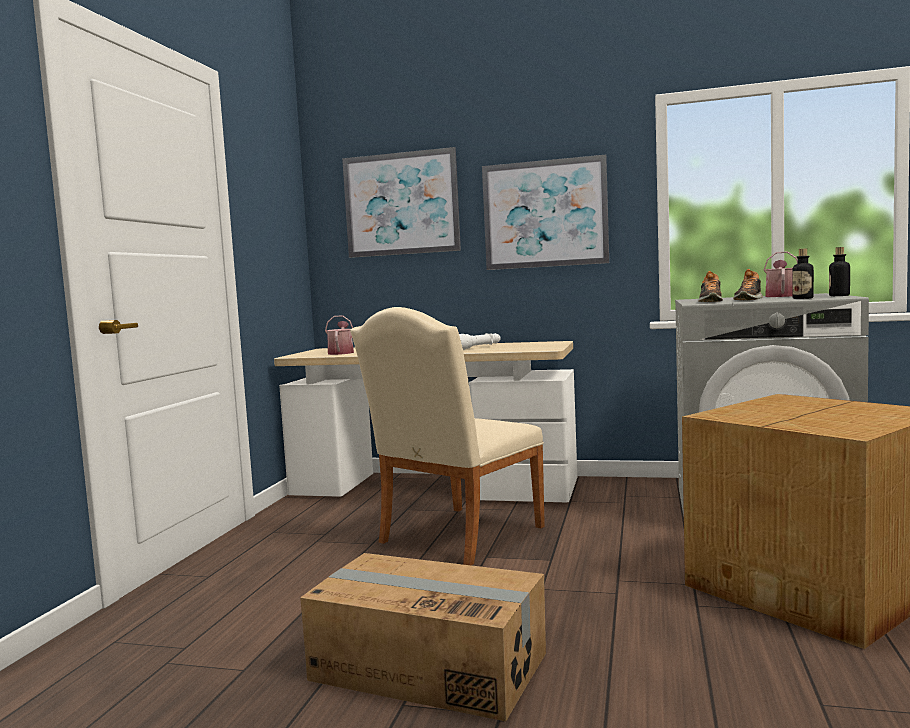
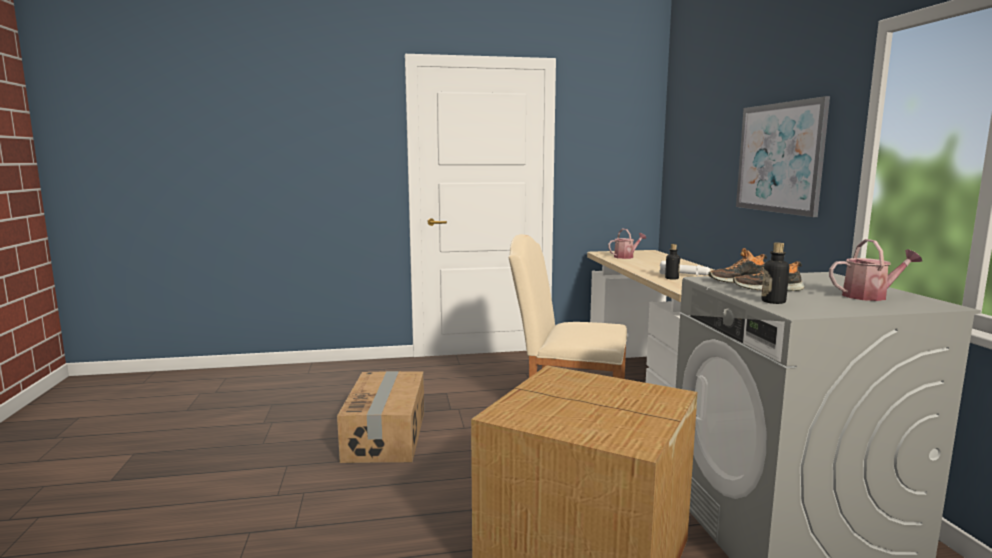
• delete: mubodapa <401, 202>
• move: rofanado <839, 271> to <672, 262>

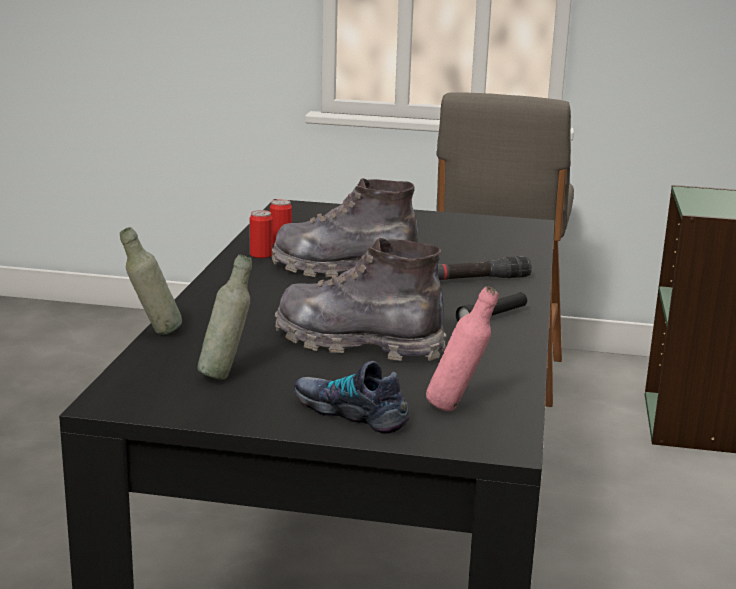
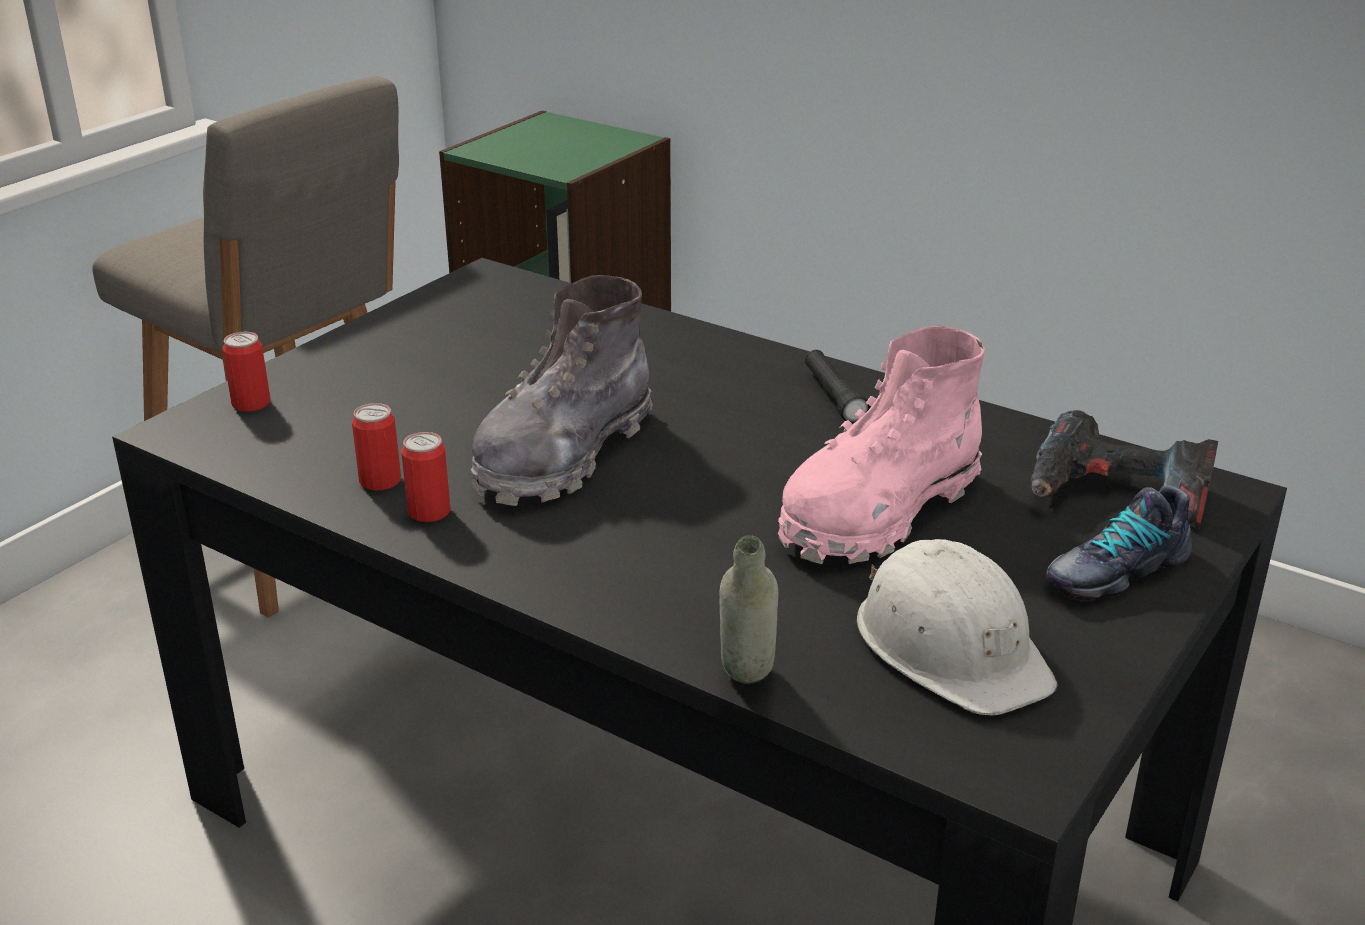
• replace: rofanado (grey) <225, 317> to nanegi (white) <957, 627>
• recolor: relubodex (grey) <360, 299> to relubodex (pink) <881, 444>
• replace: rofanado (pink) <462, 348> to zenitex <1124, 469>
• delete: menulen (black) <485, 268>
• insert: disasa <246, 372>

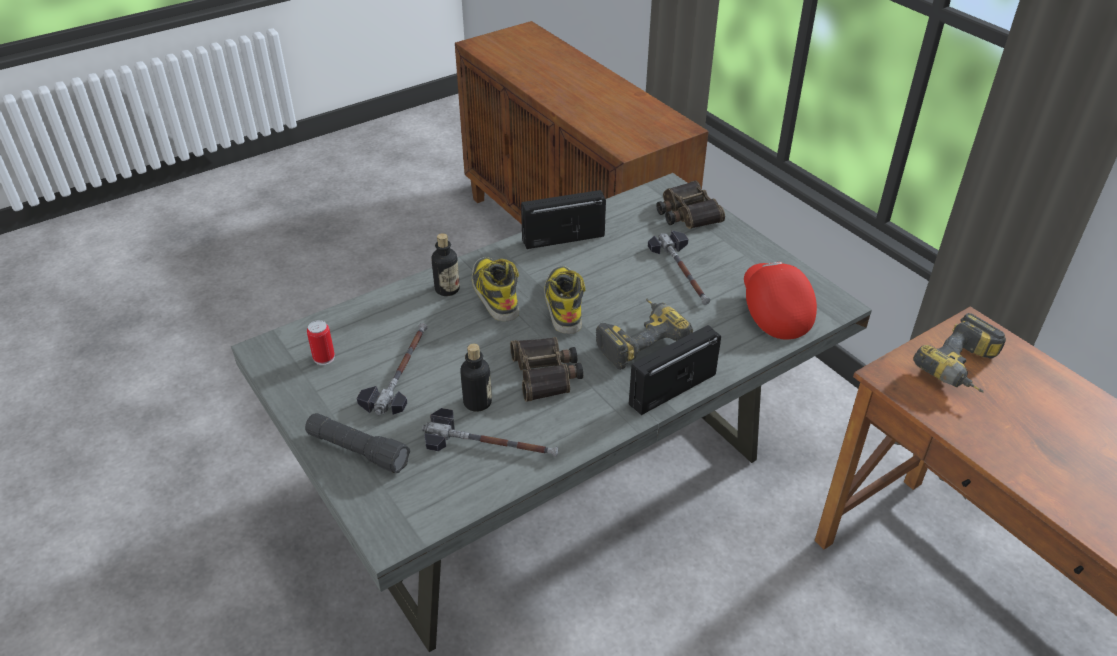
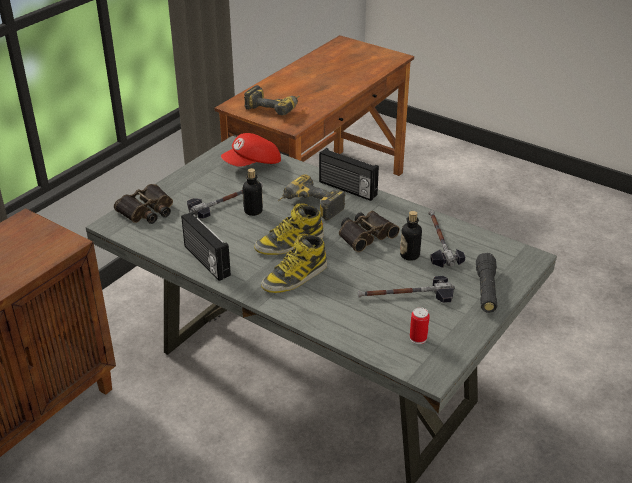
• move: rofanado <445, 264> to <252, 192>

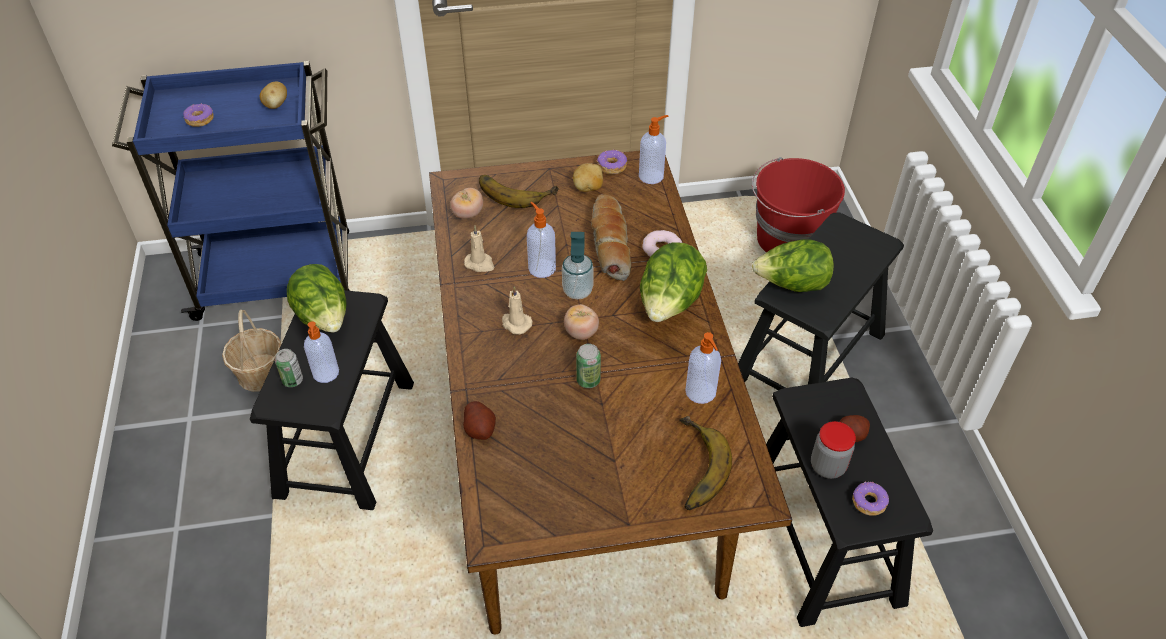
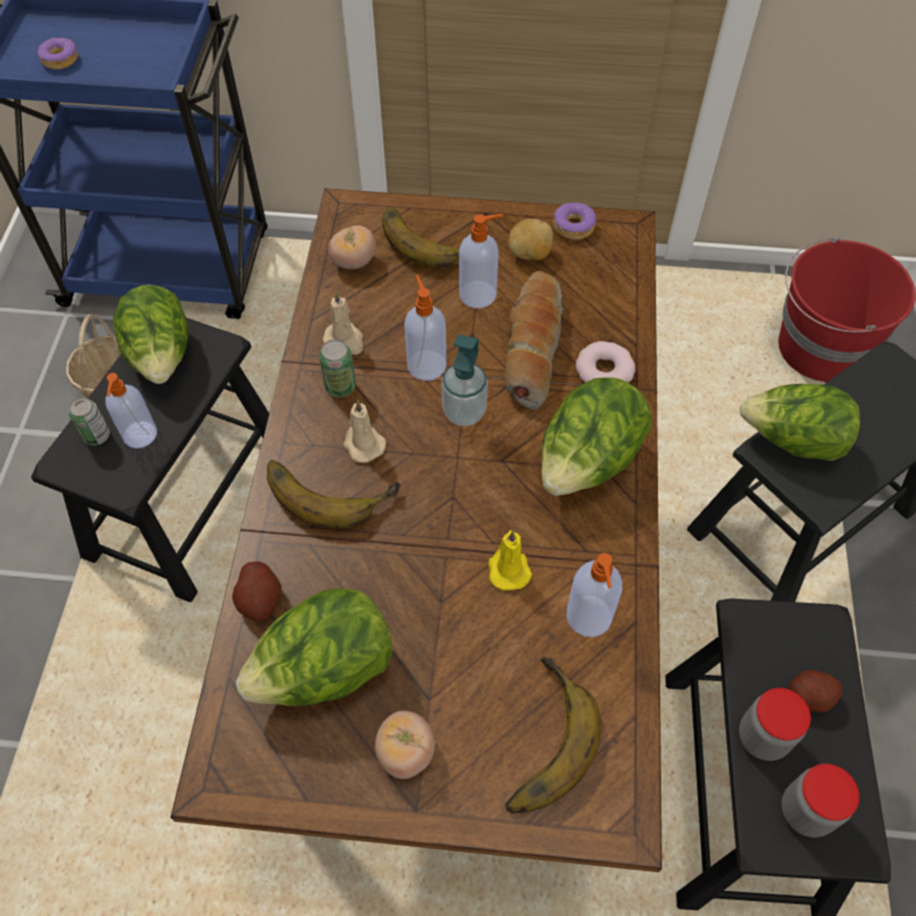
• delete: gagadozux <273, 95>
• move: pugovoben <581, 322> to <405, 745>
• move: disasa <588, 366> to <337, 368>
• move: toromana <653, 149> to <481, 261>
• replace: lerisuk <870, 499> to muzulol <821, 801>
• insert: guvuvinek <314, 647>
• insert: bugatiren <334, 494>
• insert: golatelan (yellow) <510, 560>

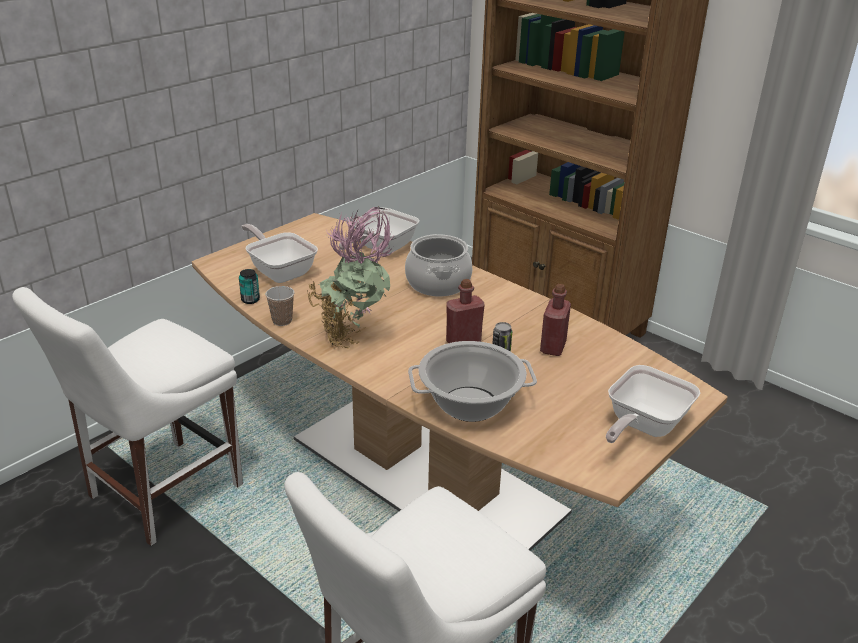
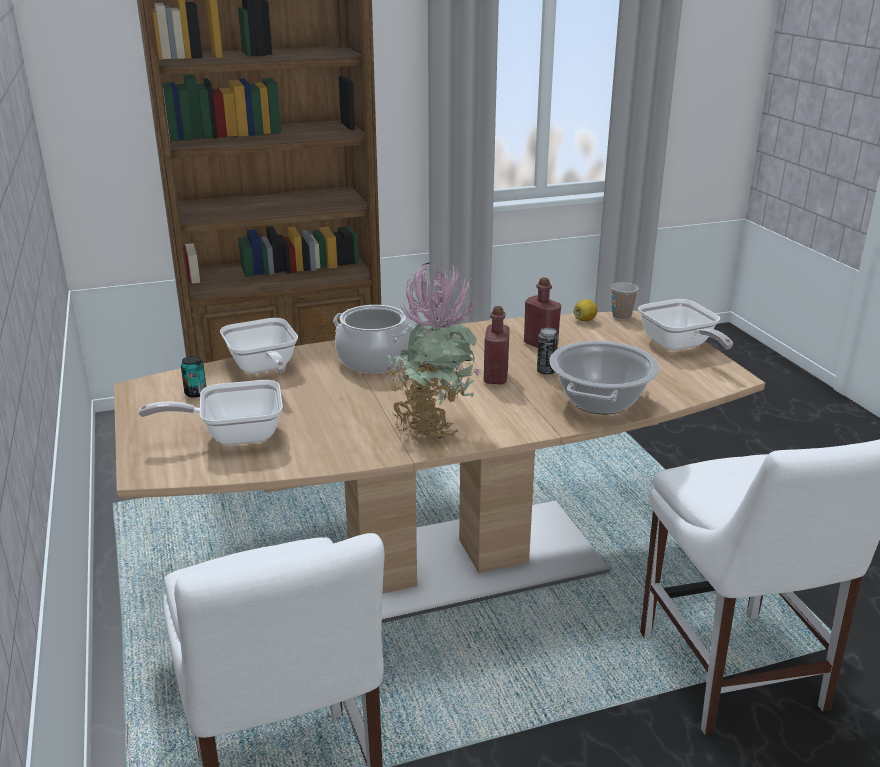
• move: disasa <249, 286> to <193, 377>
• move: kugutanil <280, 306> to <625, 301>
• insert: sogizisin <586, 310>

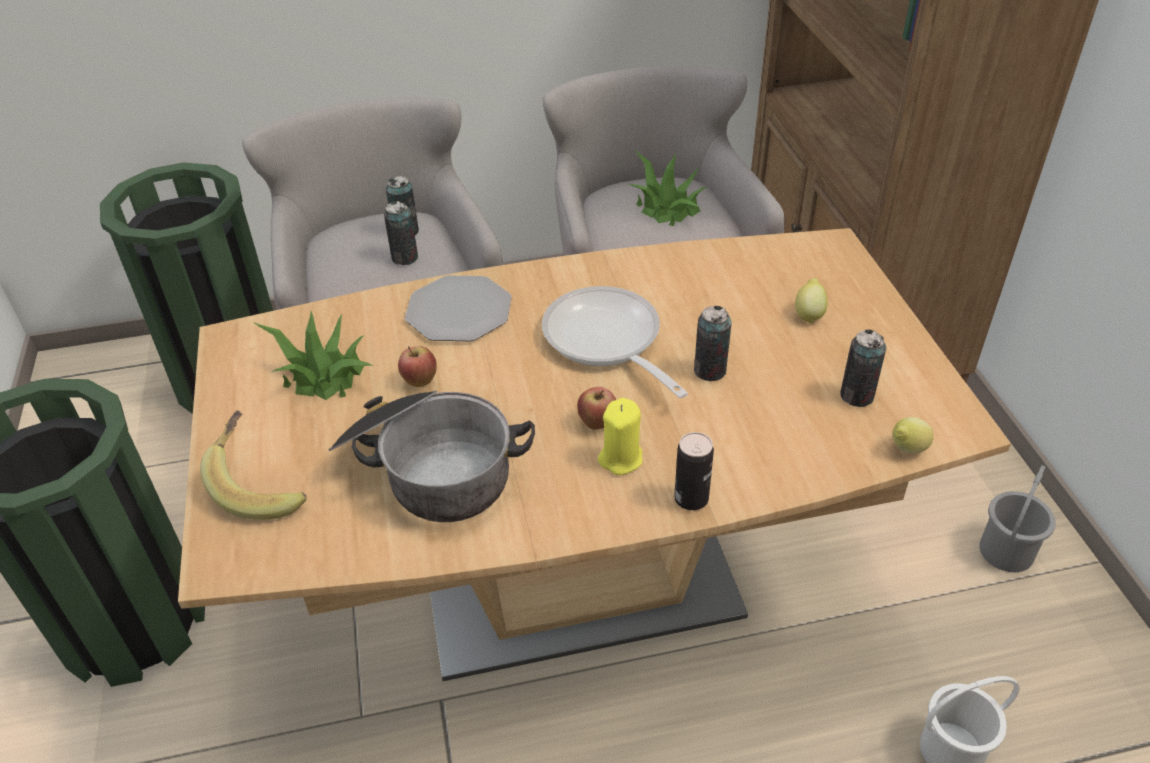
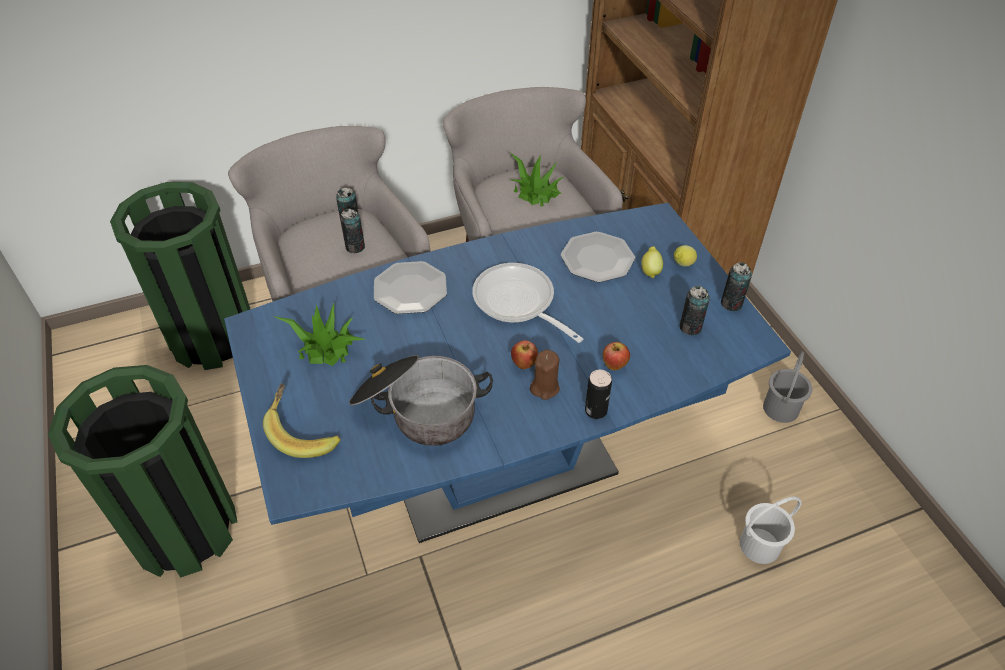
• recolor: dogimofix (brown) <594, 454> to dogimofix (blue) <507, 373>
• move: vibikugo <417, 366> to <616, 356>
• recolor: golatelan (yellow) <620, 436> to golatelan (brown) <545, 374>
• move: disasa <713, 343> to <736, 286>
• move: sogizisin <913, 435> to <685, 255>
• insert: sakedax <598, 257>

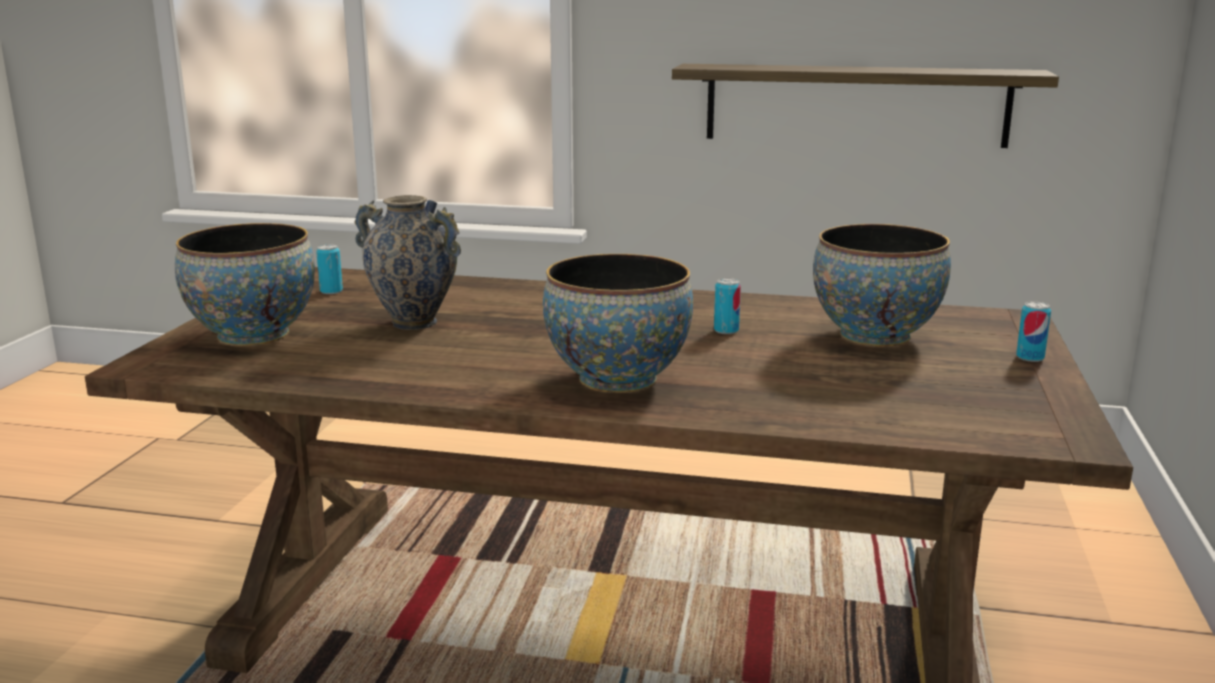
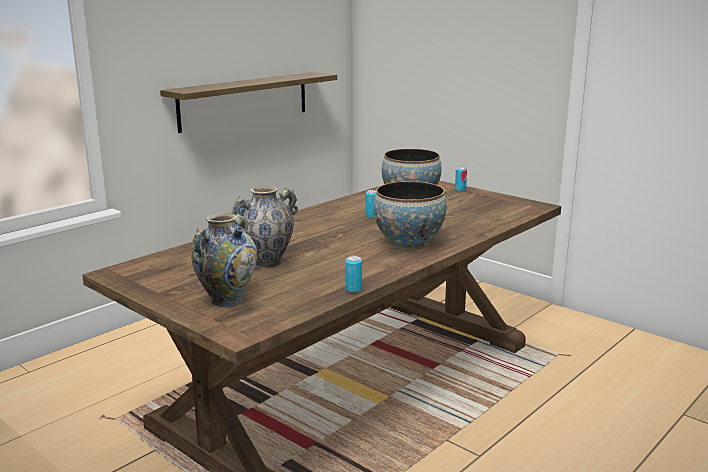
• replace: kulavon <245, 284> to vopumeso <224, 260>
• move: disasa <329, 269> to <353, 274>

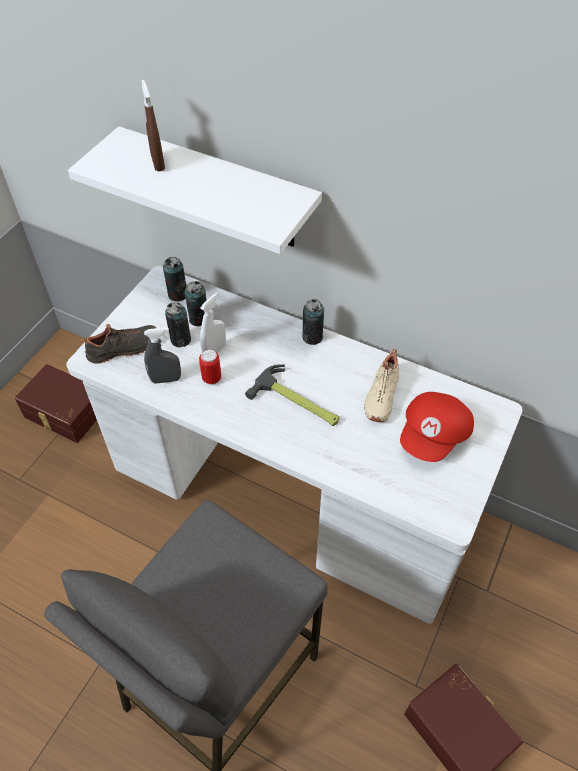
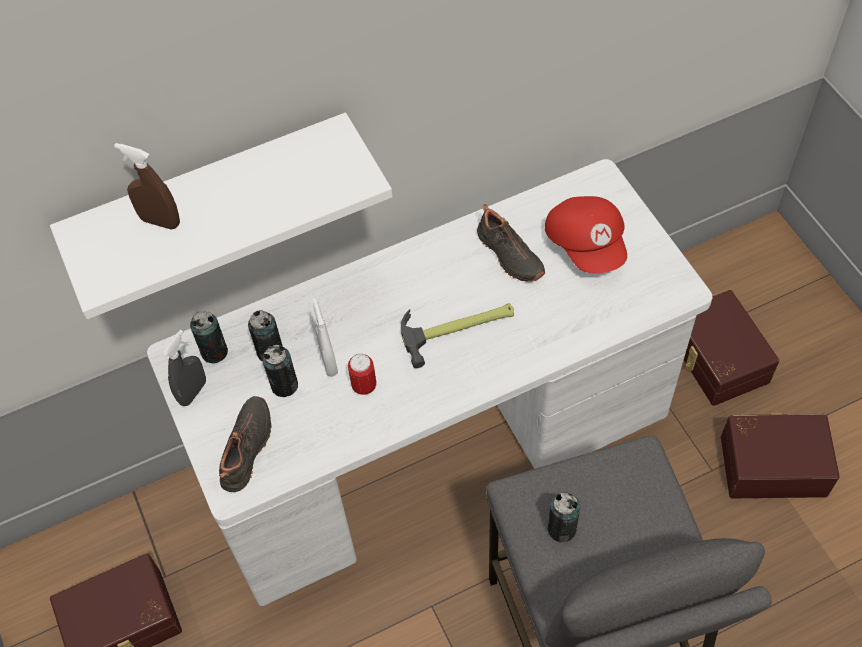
• move: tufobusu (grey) <162, 355> to <184, 368>
• move: disasa <313, 322> to <564, 517>
• recolor: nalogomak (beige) <381, 385> to nalogomak (black) <511, 243>
• insert: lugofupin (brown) <731, 348>

